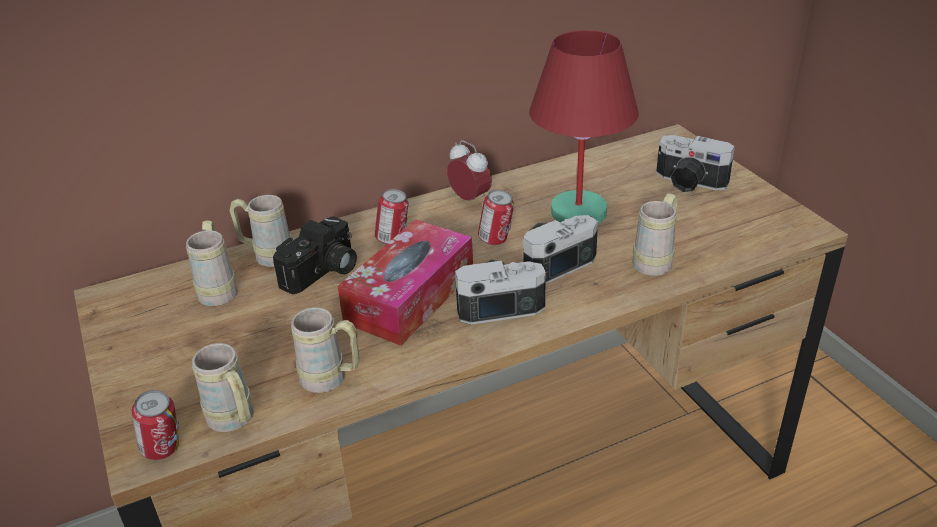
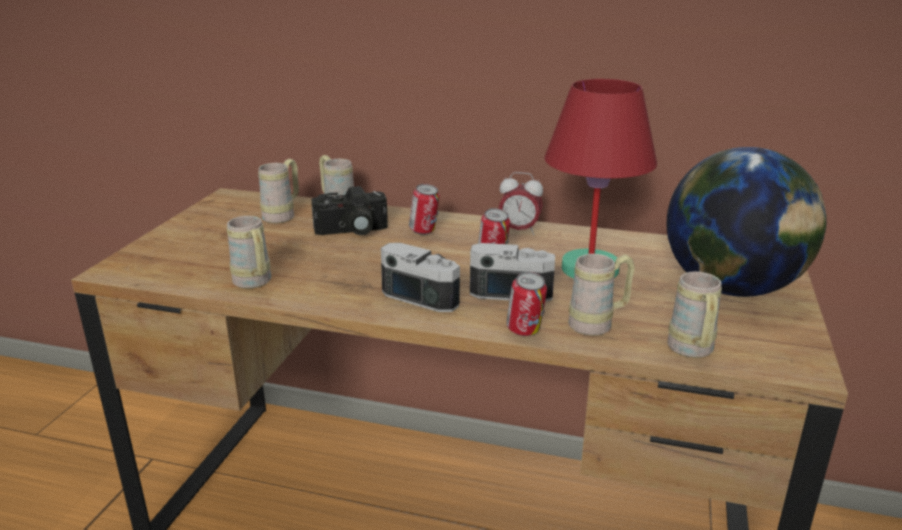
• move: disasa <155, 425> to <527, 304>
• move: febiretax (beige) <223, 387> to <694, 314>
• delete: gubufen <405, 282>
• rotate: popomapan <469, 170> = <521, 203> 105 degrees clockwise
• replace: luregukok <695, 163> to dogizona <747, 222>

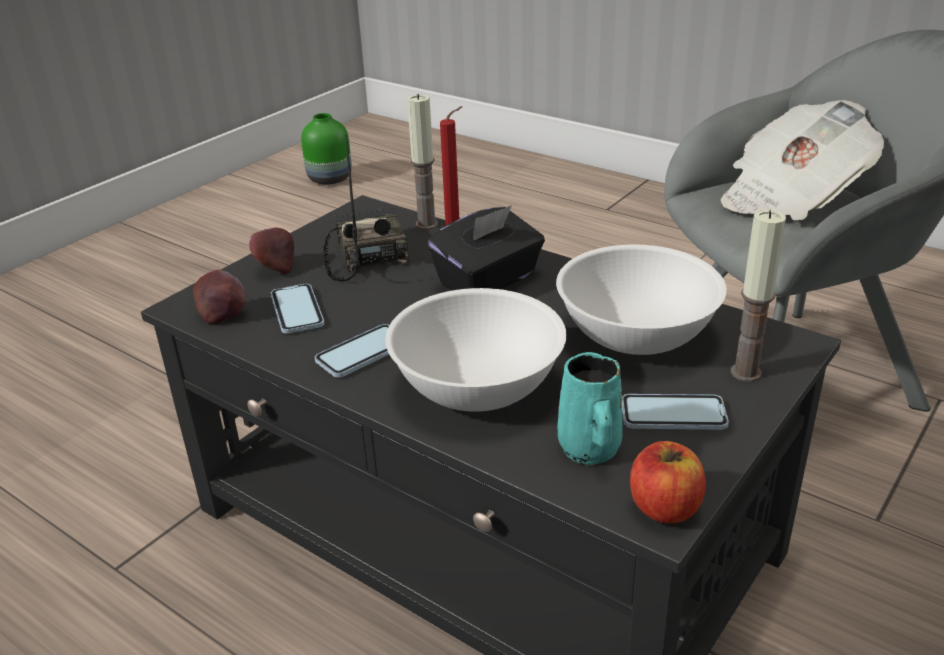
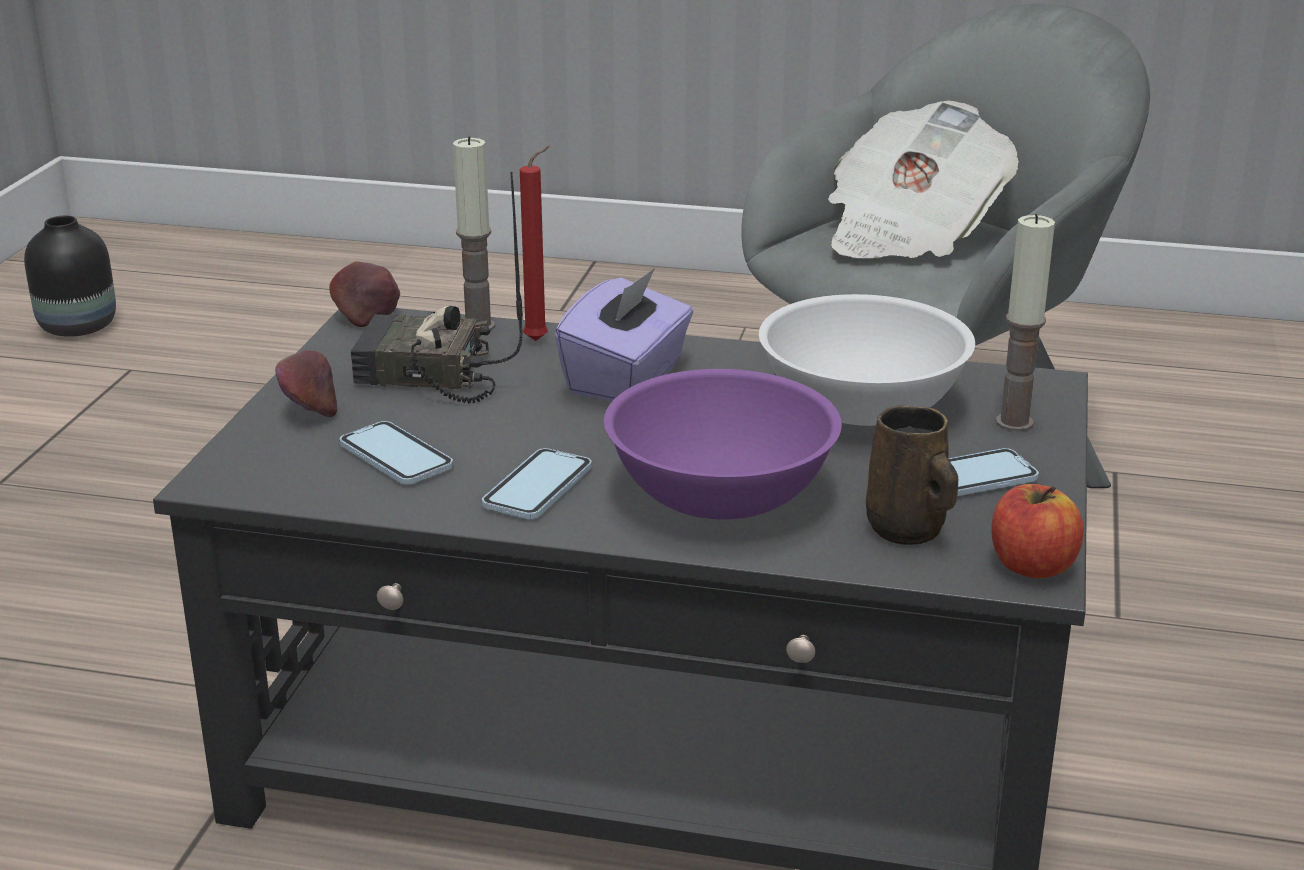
• move: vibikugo <219, 296> to <364, 294>
• recolor: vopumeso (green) <326, 149> to vopumeso (black) <70, 276>
• rotate: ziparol <366, 208> = <437, 288> 45 degrees counterclockwise
• recolor: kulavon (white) <476, 350> to kulavon (purple) <723, 444>
• recolor: gubufen (black) <486, 248> to gubufen (purple) <624, 335>
• recolor: febiretax (turquoise) <590, 408> to febiretax (brown) <912, 475>

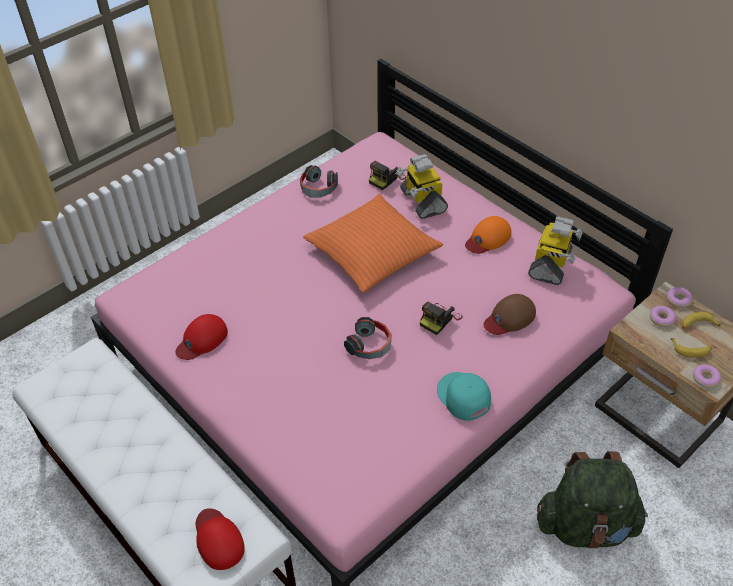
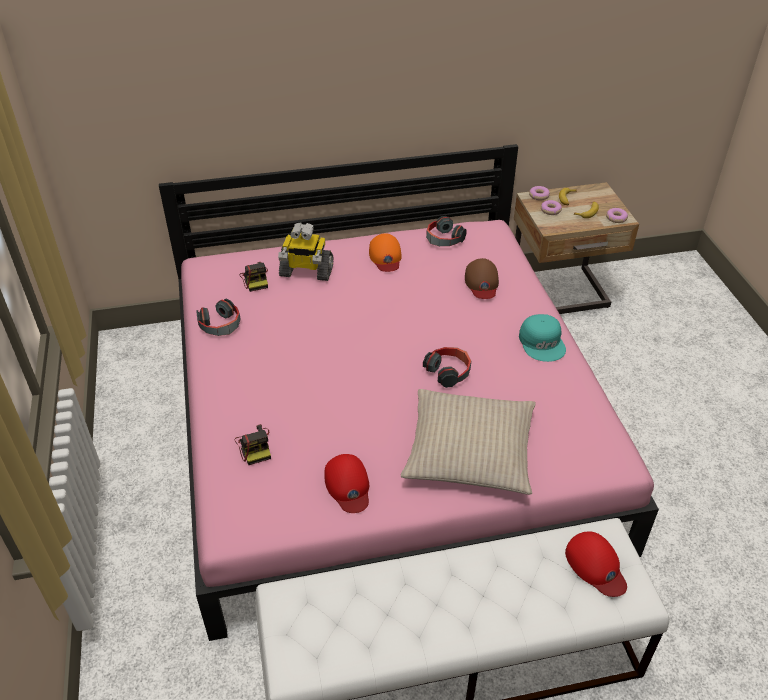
• rotate: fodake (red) <220, 539> = <596, 564> 120 degrees counterclockwise
• delete: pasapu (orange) <373, 243>
• move: luregukok <441, 318> to <253, 444>
• rotate: fodake (turquoise) <464, 396> = <542, 338> 105 degrees counterclockwise
• replace: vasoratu <555, 250> to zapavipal <446, 231>
• delete: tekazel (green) <592, 499>
• insert: pasapu (beige) <468, 442>

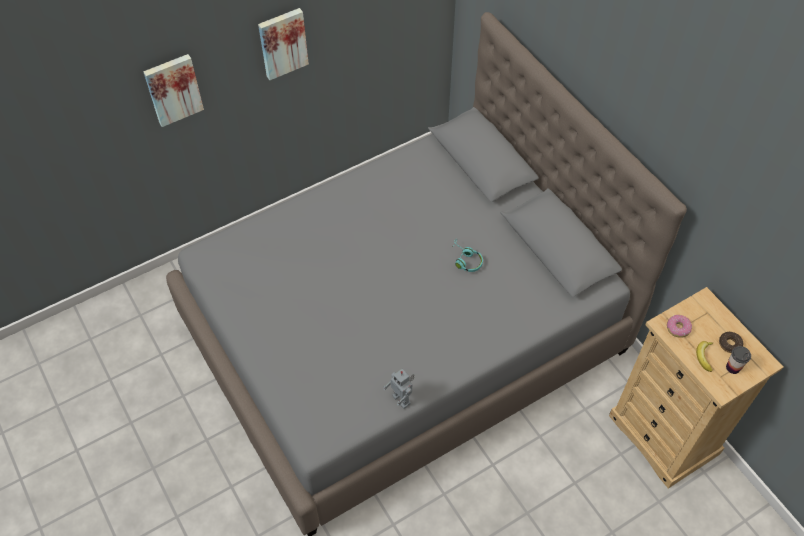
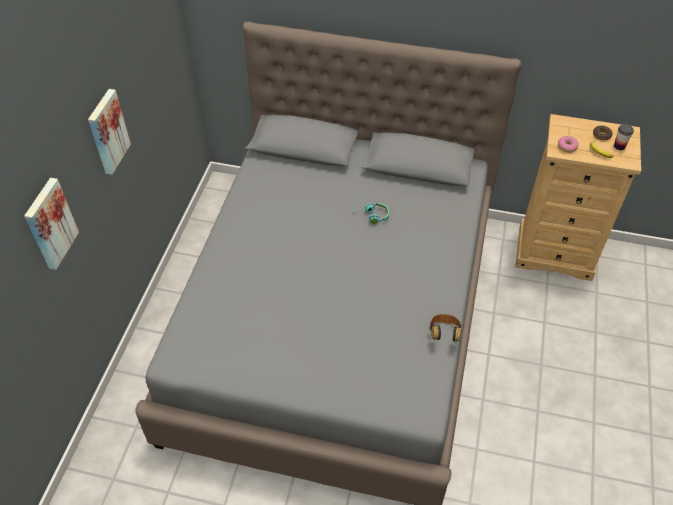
• replace: vasoratu <399, 389> to zapavipal <446, 327>

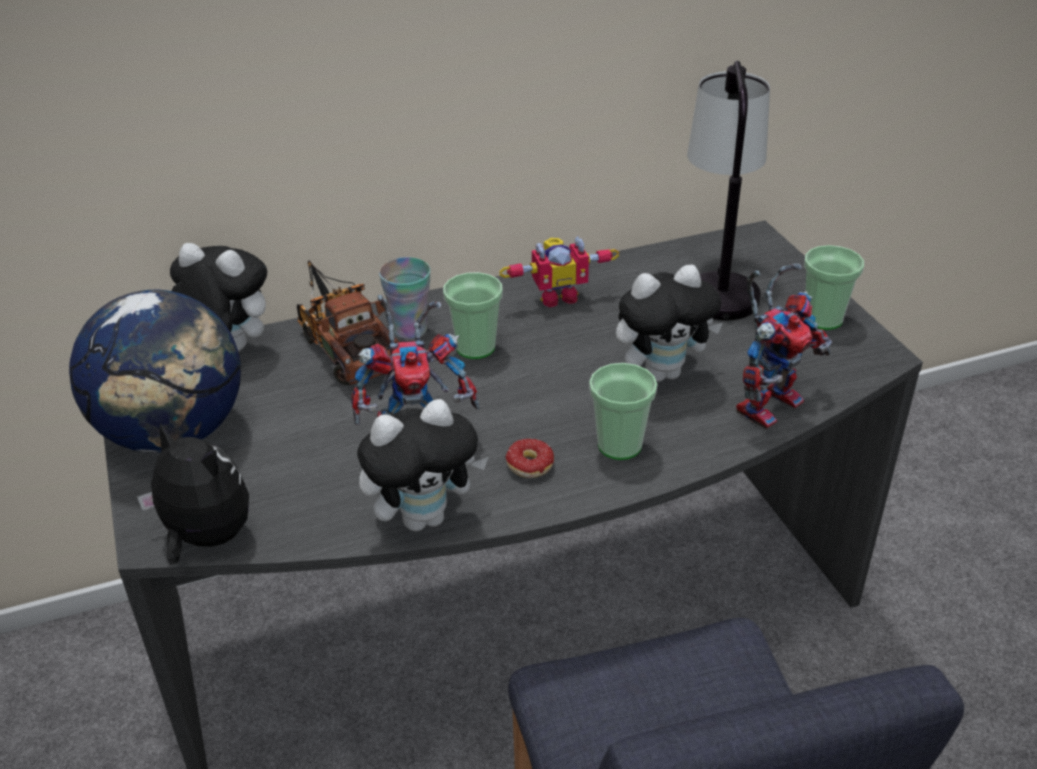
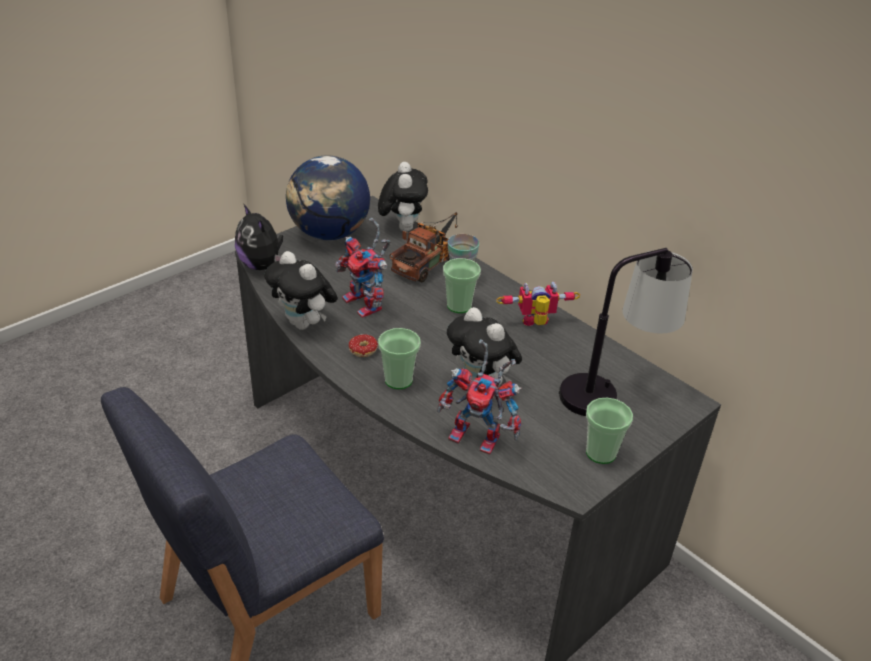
• rotate: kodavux <193, 494> = <259, 237> 135 degrees clockwise
• rotate: vasoratu <559, 271> = <538, 303> 120 degrees clockwise

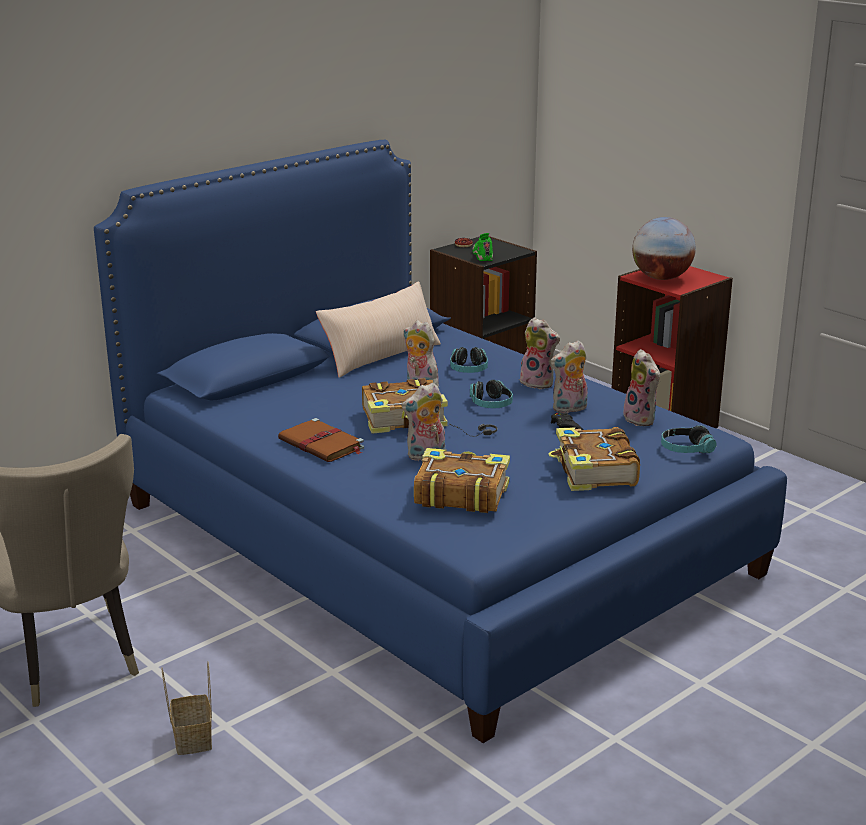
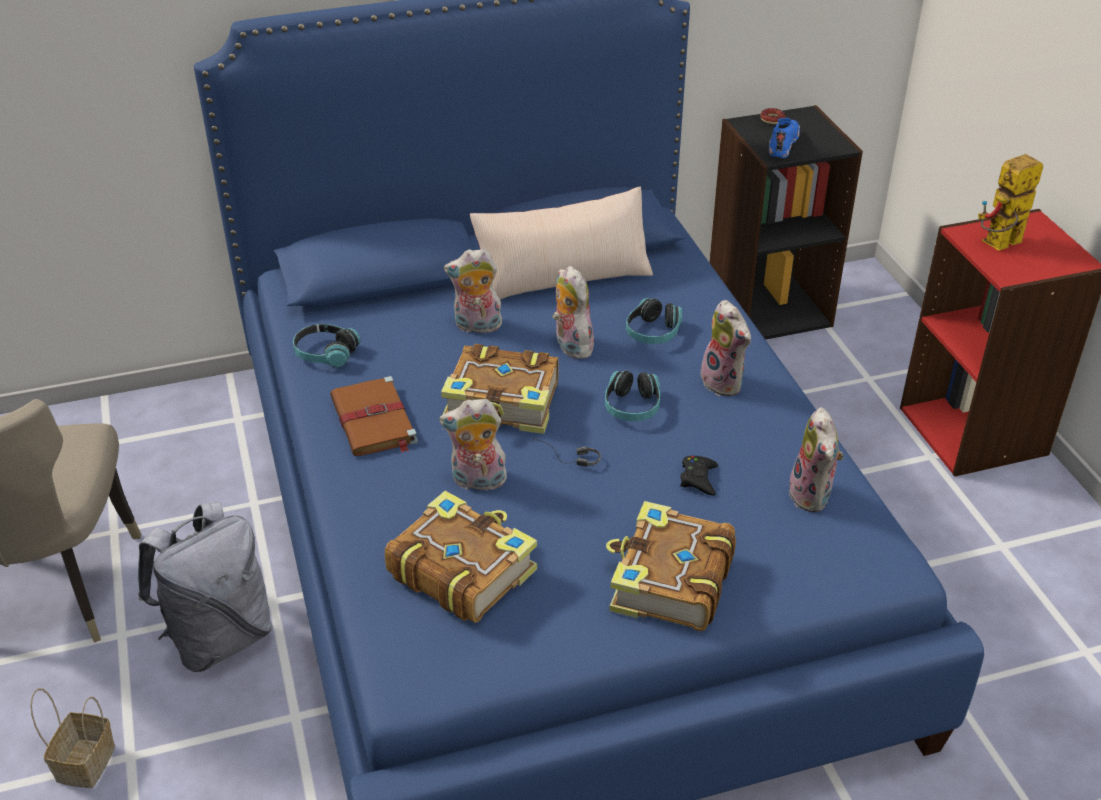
• recolor: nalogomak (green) <482, 247> to nalogomak (blue) <784, 138>
• move: kodavux <569, 376> to <473, 292>
• replace: dogizona <664, 248> to vasoratu <1010, 202>
• move: zapavipal <688, 439> to <326, 345>
• insert: tekazel (grey) <205, 587>

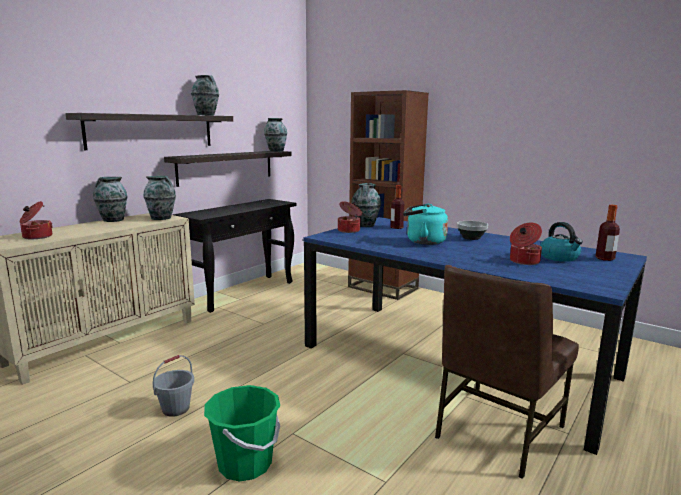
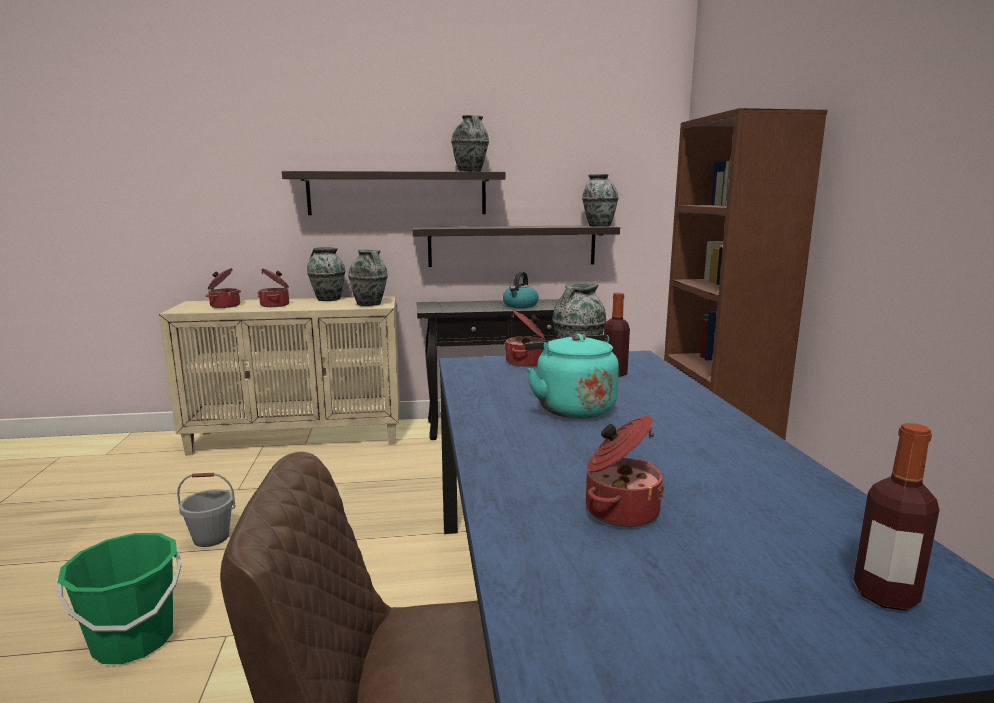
• delete: kulavon <472, 230>
• move: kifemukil <561, 242> to <521, 290>
• insert: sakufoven <273, 287>

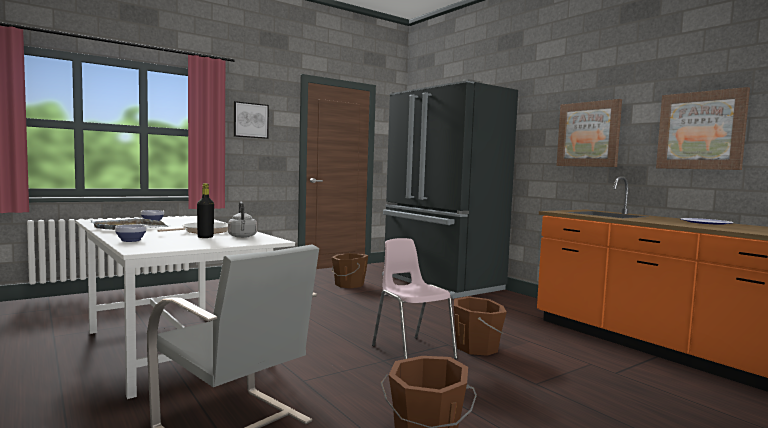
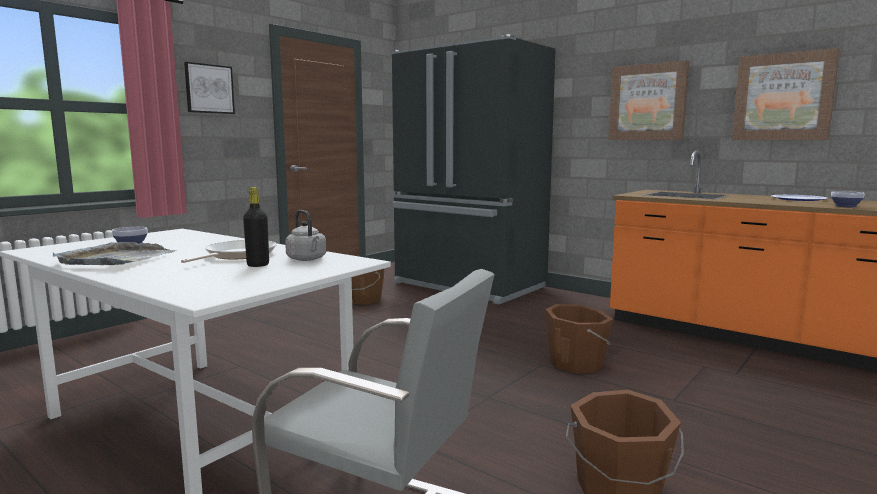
• move: kulavon <131, 233> to <847, 199>
• delete: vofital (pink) <414, 298>

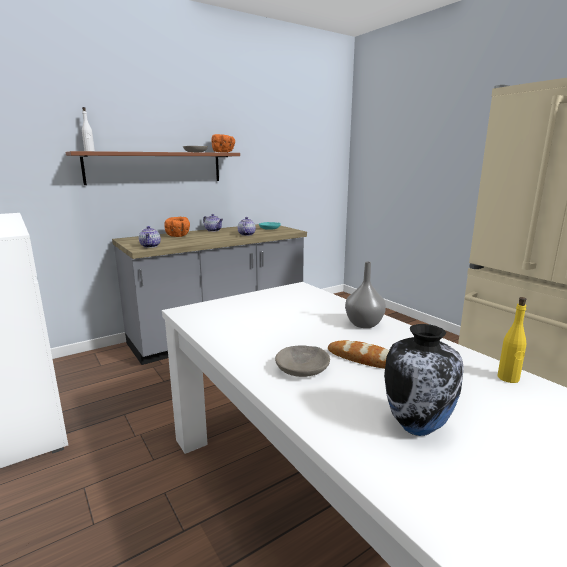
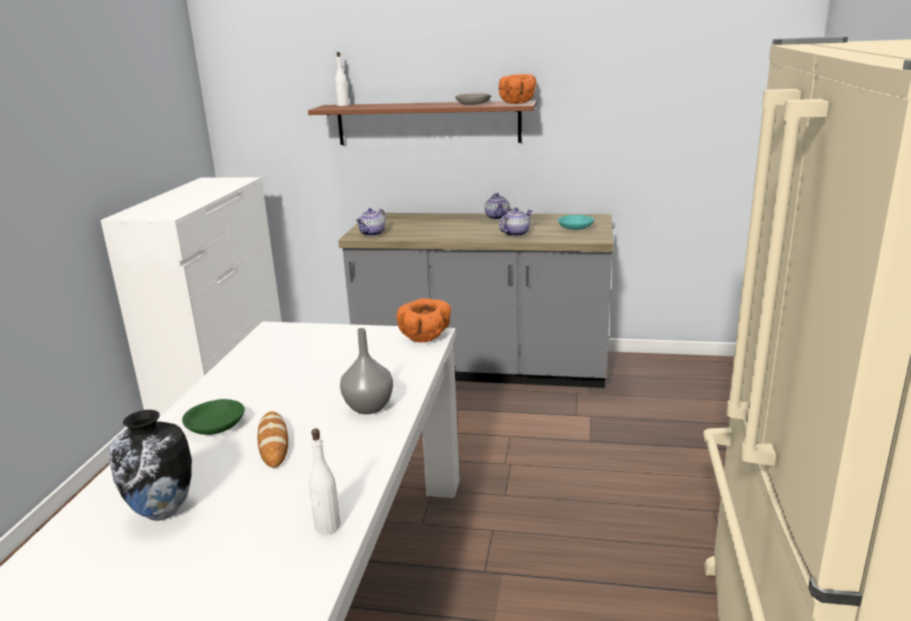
• move: kulavon (orange) <177, 227> to <423, 320>
• recolor: kulavon (grey) <302, 361> to kulavon (green) <213, 417>
• recolor: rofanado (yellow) <511, 340> to rofanado (white) <325, 481>

